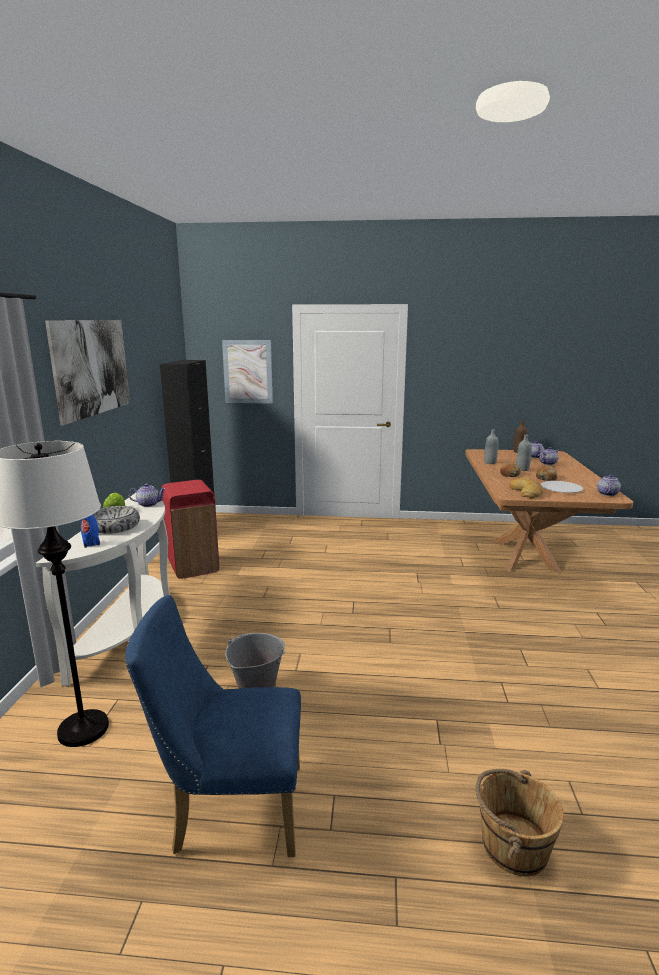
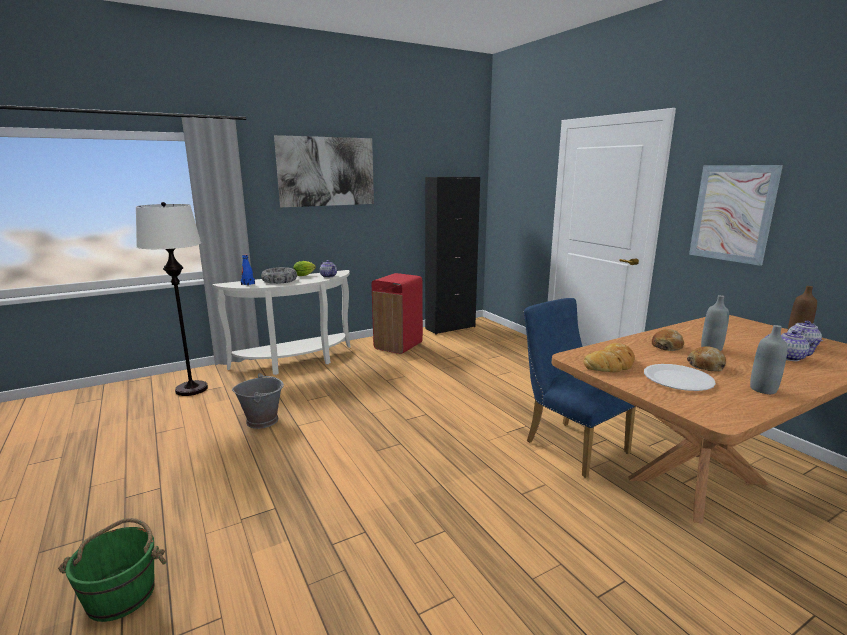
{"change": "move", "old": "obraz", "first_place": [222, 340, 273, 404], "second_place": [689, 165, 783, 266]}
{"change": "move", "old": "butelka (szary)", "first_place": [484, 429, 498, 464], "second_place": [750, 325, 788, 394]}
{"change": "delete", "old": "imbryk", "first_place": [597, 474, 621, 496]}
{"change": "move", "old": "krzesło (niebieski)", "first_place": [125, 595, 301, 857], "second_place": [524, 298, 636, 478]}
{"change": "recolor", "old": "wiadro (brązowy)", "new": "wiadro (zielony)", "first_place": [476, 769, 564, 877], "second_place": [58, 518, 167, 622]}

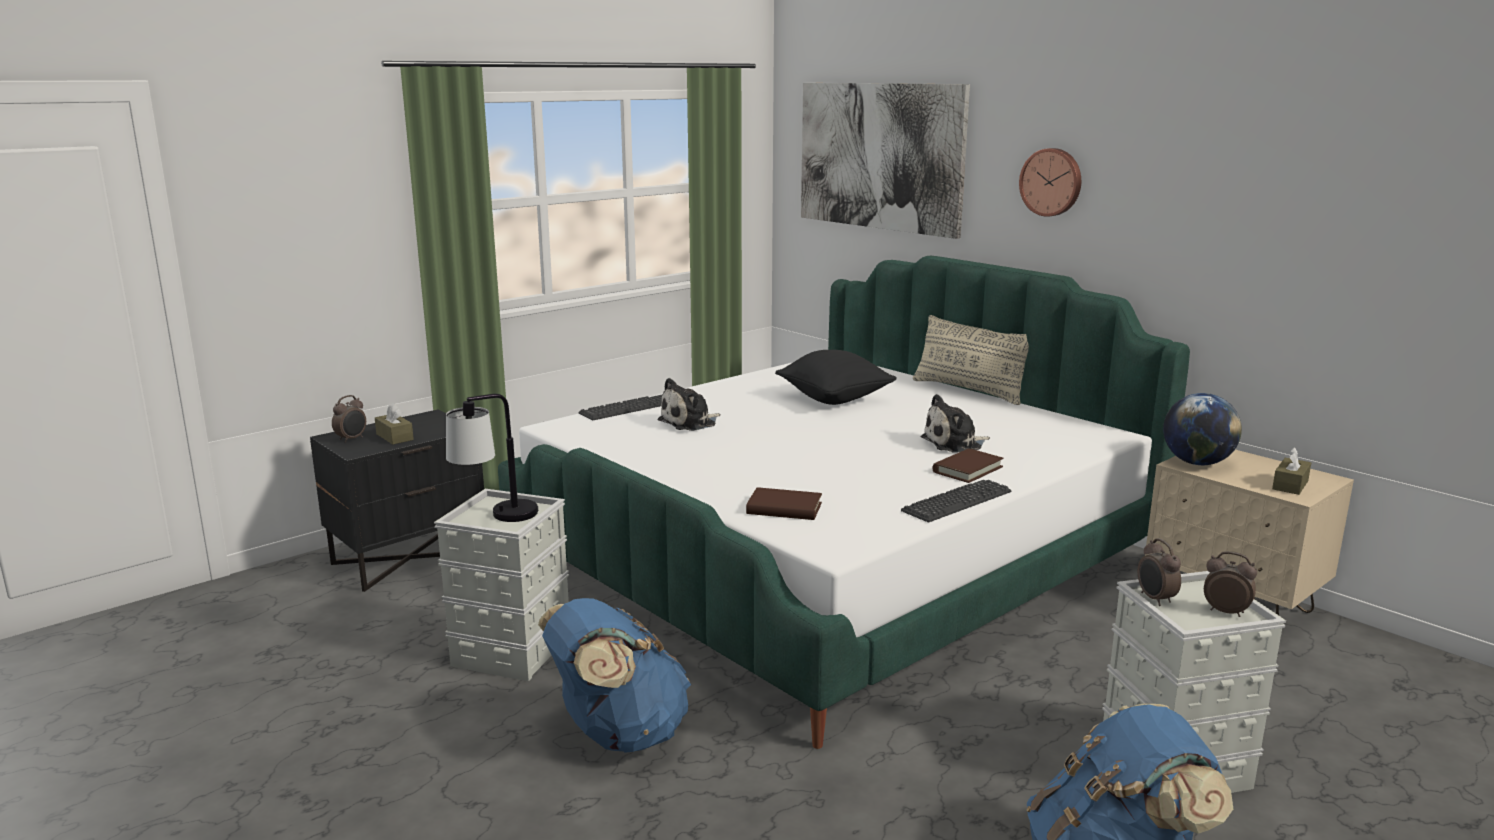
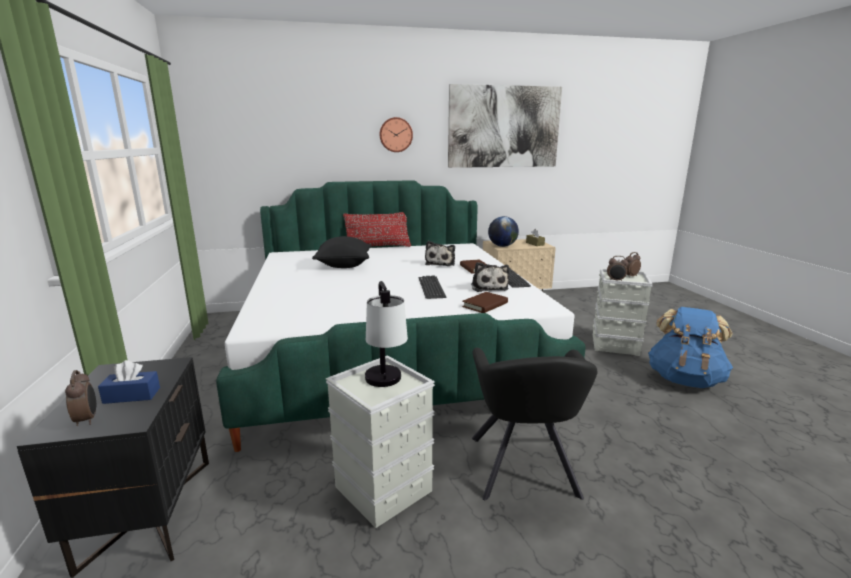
{"change": "move", "old": "obraz", "first_place": [801, 83, 970, 239], "second_place": [448, 84, 562, 168]}
{"change": "recolor", "old": "poduszka (beżowy)", "new": "poduszka (czerwony)", "first_place": [913, 315, 1029, 405], "second_place": [343, 212, 411, 247]}
{"change": "move", "old": "pluszak", "first_place": [658, 378, 721, 431], "second_place": [471, 262, 509, 292]}
{"change": "move", "old": "klawiatura", "first_place": [579, 395, 662, 420], "second_place": [419, 276, 446, 299]}
{"change": "recolor", "old": "pudełko chusteczek (brązowy)", "new": "pudełko chusteczek (niebieski)", "first_place": [375, 403, 414, 445], "second_place": [98, 360, 160, 404]}
{"change": "replace", "old": "plecak (niebieski)", "new": "fotel (czarny)", "first_place": [538, 598, 691, 753], "second_place": [472, 348, 598, 500]}

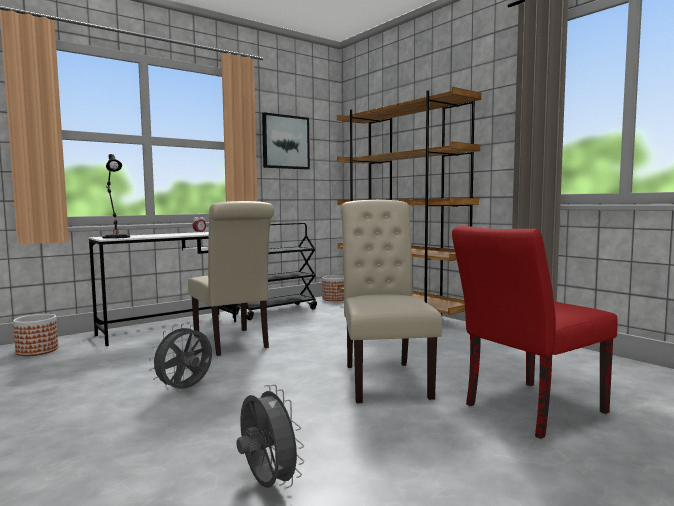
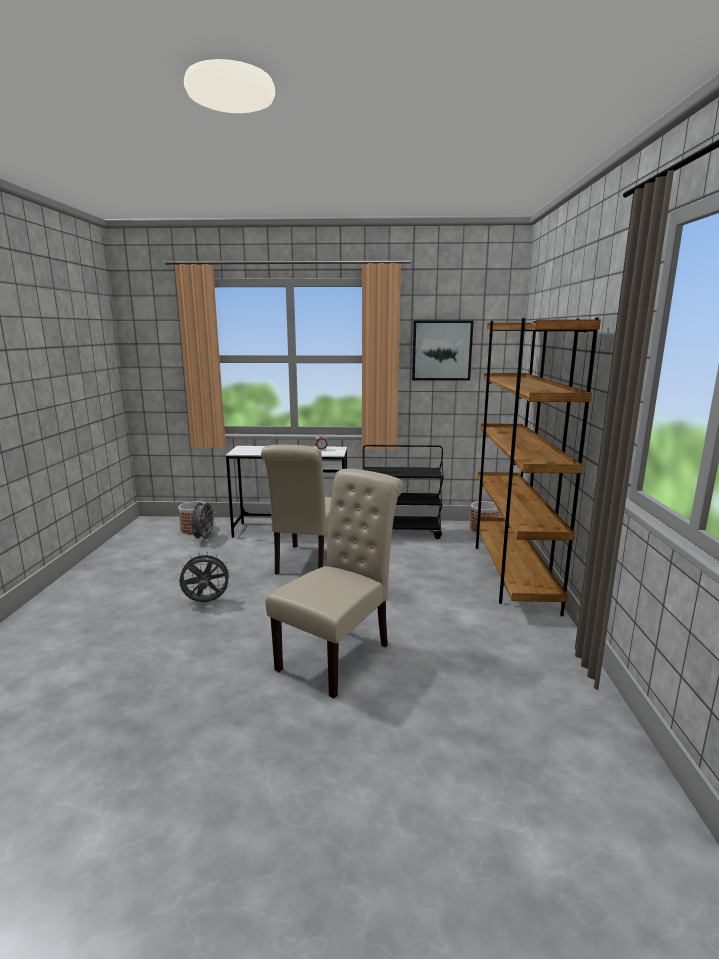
{"change": "delete", "old": "lampa stołowa (czarny)", "first_place": [102, 154, 130, 239]}
{"change": "delete", "old": "krzesło (czerwony)", "first_place": [452, 226, 618, 439]}
{"change": "move", "old": "wentylator (szary)", "first_place": [236, 384, 305, 488], "second_place": [190, 501, 216, 542]}

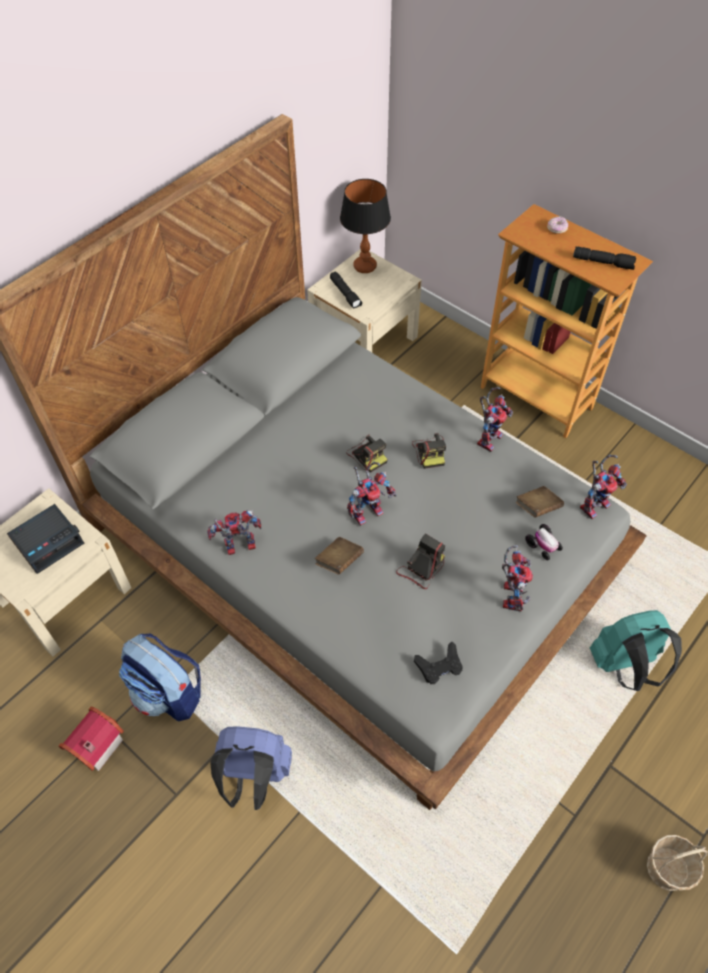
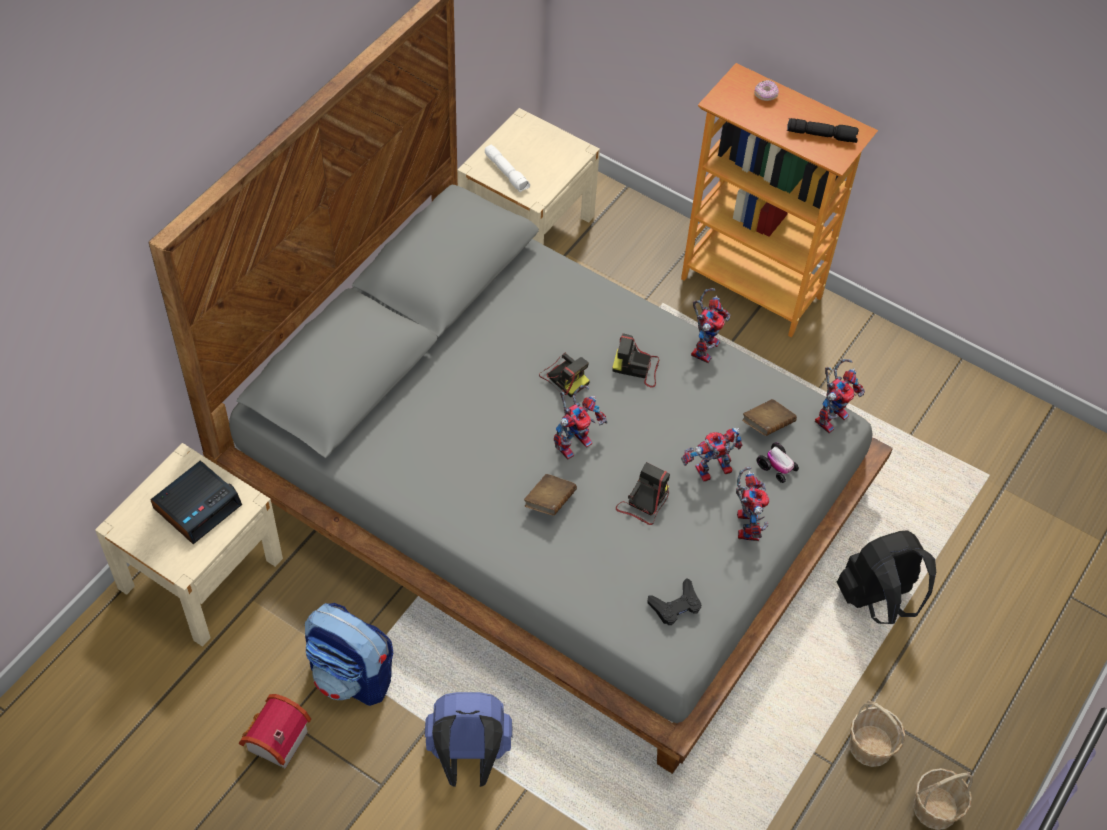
{"change": "delete", "old": "lampa stołowa", "first_place": [340, 179, 391, 273]}
{"change": "recolor", "old": "latarka (czarny)", "new": "latarka (biały)", "first_place": [330, 271, 362, 309], "second_place": [485, 145, 530, 192]}
{"change": "rotate", "old": "aparat fotograficzny", "first_place": [412, 433, 446, 469], "second_place": [612, 333, 659, 388], "degrees": 120}
{"change": "move", "old": "robot zabawkowy", "first_place": [207, 510, 262, 555], "second_place": [681, 428, 742, 482]}
{"change": "recolor", "old": "plecak (turkusowy)", "new": "plecak (czarny)", "first_place": [589, 610, 682, 691], "second_place": [837, 530, 936, 624]}
{"change": "insert", "new": "koszyk", "second_place": [849, 700, 905, 767]}

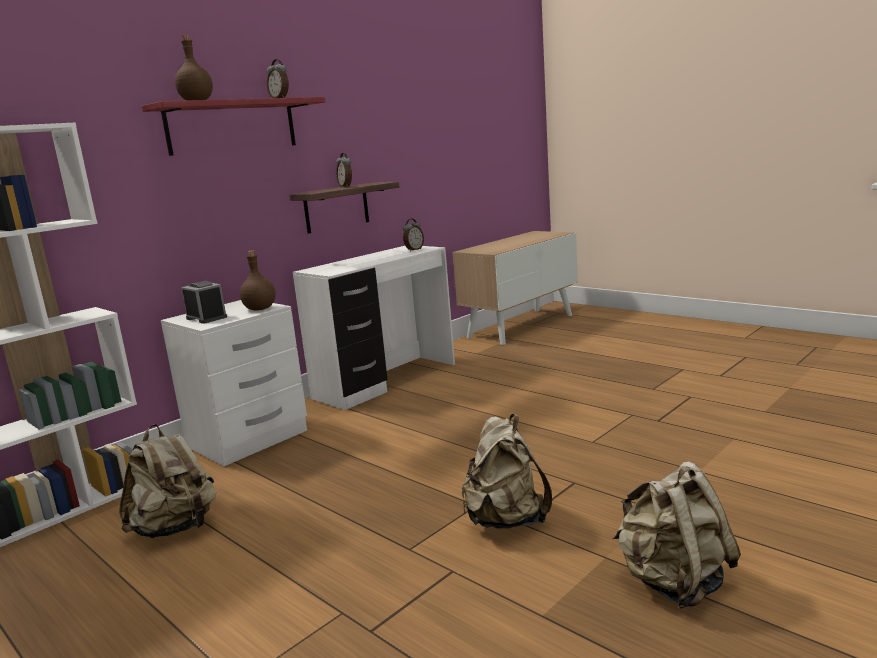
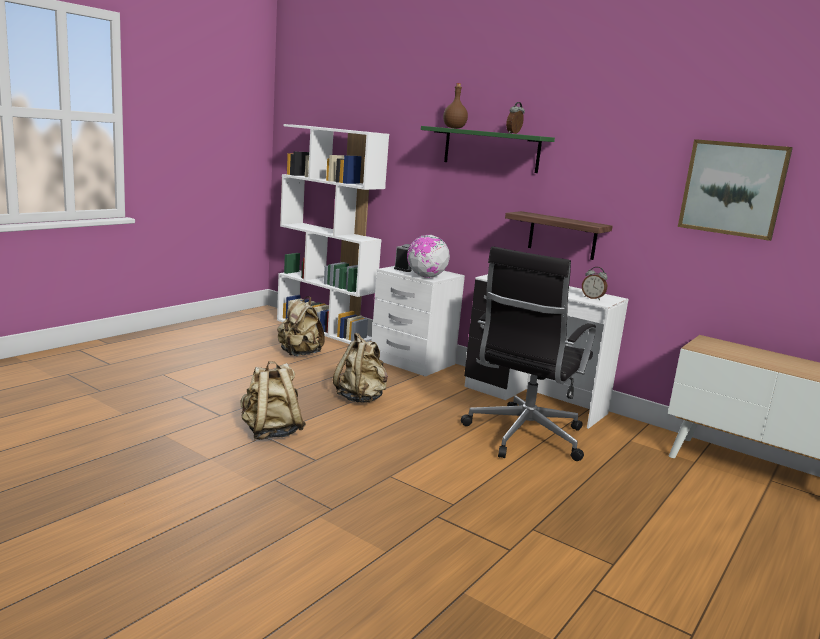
{"change": "recolor", "old": "półka (czerwony)", "new": "półka (zielony)", "first_place": [142, 97, 325, 156], "second_place": [421, 126, 555, 173]}
{"change": "delete", "old": "budzik", "first_place": [336, 153, 352, 187]}
{"change": "replace", "old": "butelka (brązowy)", "new": "globus", "first_place": [240, 250, 276, 310], "second_place": [407, 235, 450, 278]}
{"change": "move", "old": "plecak (beżowy)", "first_place": [613, 461, 741, 608], "second_place": [333, 332, 388, 403]}
{"change": "insert", "new": "obraz", "second_place": [678, 139, 793, 241]}
{"change": "insert", "new": "krzesło biurowe (czarny)", "second_place": [461, 246, 596, 461]}

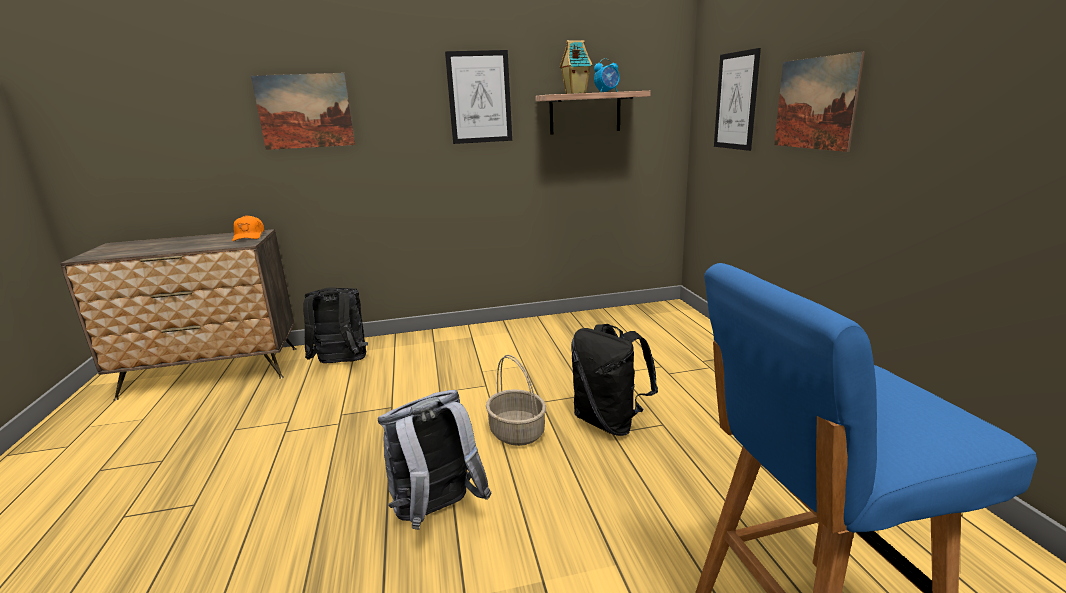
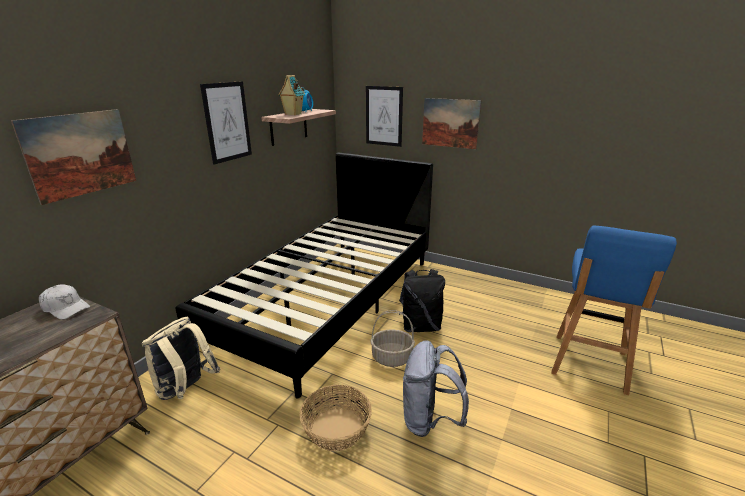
{"change": "recolor", "old": "czapka z daszkiem (pomarańczowy)", "new": "czapka z daszkiem (biały)", "first_place": [232, 215, 264, 241], "second_place": [39, 284, 90, 320]}
{"change": "recolor", "old": "plecak (czarny)", "new": "plecak (beżowy)", "first_place": [303, 287, 368, 363], "second_place": [141, 317, 220, 400]}
{"change": "insert", "new": "łóżko (czarny)", "second_place": [175, 153, 433, 398]}
{"change": "insert", "new": "koszyk", "second_place": [299, 385, 372, 451]}

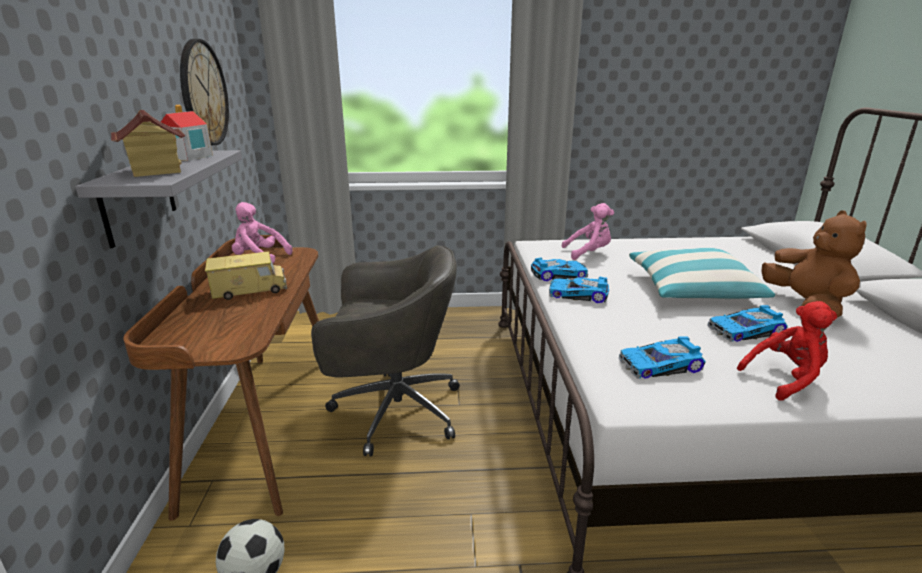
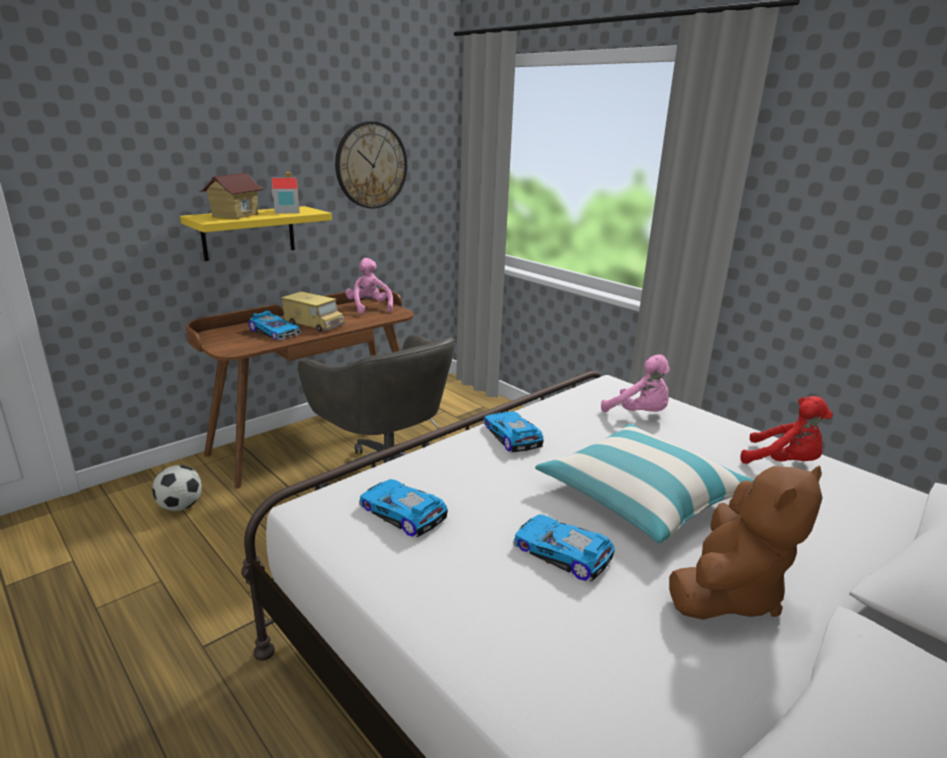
{"change": "recolor", "old": "półka (szary)", "new": "półka (żółty)", "first_place": [75, 150, 242, 248], "second_place": [180, 206, 332, 261]}
{"change": "move", "old": "samochodzik", "first_place": [531, 258, 588, 281], "second_place": [249, 311, 301, 340]}
{"change": "move", "old": "pluszak (czerwony)", "first_place": [737, 301, 837, 401], "second_place": [741, 396, 833, 464]}

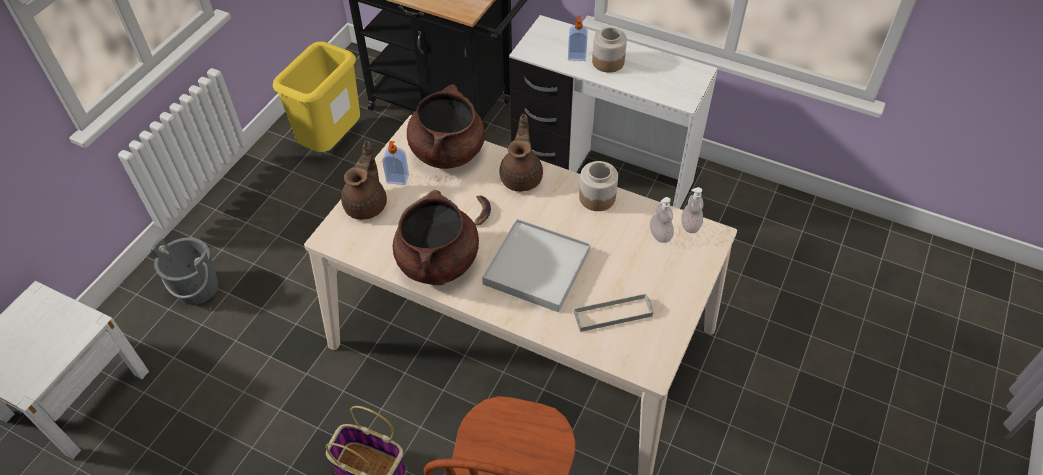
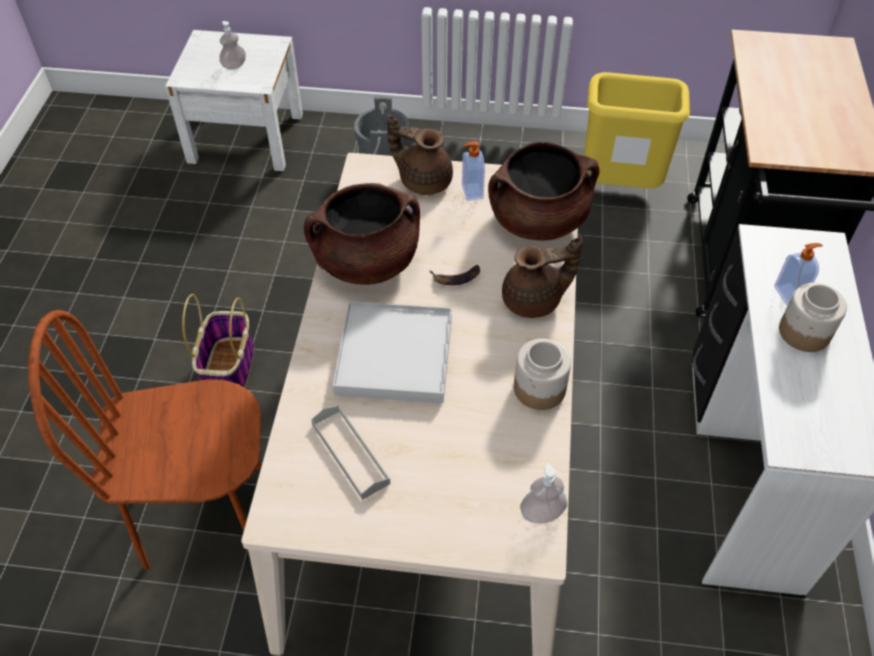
{"change": "rotate", "old": "imbryk (brązowy)", "first_place": [341, 141, 387, 220], "second_place": [387, 114, 453, 195], "degrees": -150}
{"change": "move", "old": "dozownik mydła", "first_place": [650, 197, 674, 243], "second_place": [219, 21, 246, 70]}

